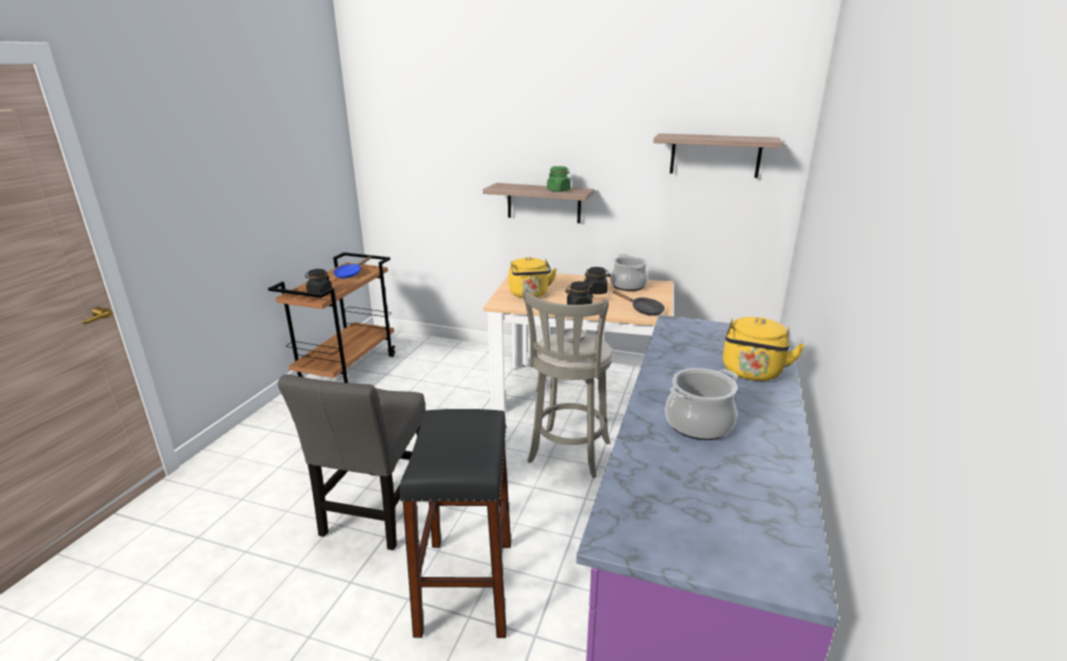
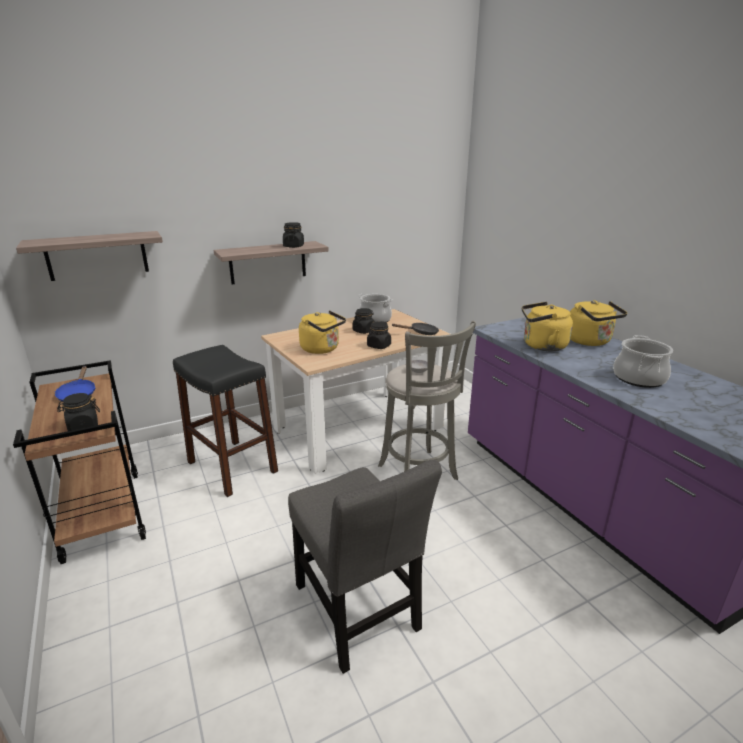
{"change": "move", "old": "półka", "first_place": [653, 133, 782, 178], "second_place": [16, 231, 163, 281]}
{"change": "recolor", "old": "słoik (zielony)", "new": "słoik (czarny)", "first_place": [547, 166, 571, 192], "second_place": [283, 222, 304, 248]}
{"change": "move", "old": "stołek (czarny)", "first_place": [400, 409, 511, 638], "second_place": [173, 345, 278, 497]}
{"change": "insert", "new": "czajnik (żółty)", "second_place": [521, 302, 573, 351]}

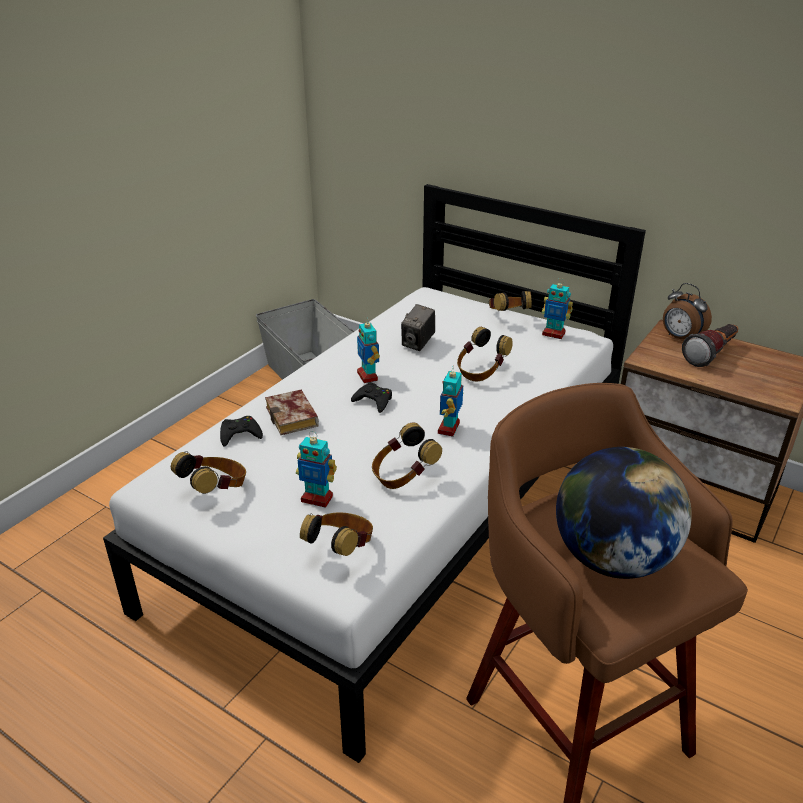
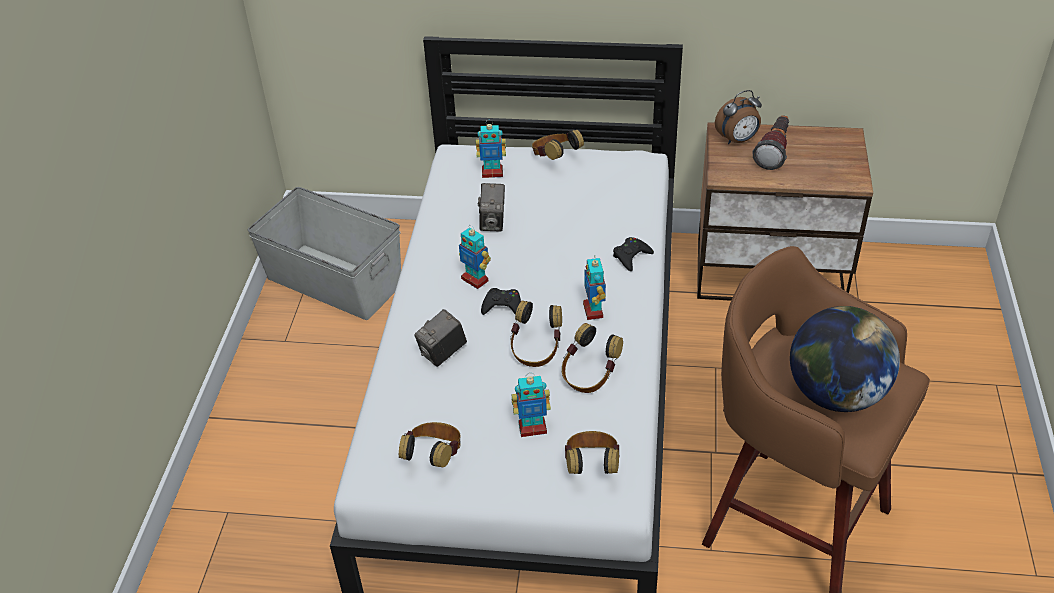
{"change": "move", "old": "robot zabawkowy", "first_place": [542, 278, 573, 339], "second_place": [475, 120, 506, 178]}
{"change": "rotate", "old": "budzik", "first_place": [663, 283, 712, 339], "second_place": [715, 90, 762, 144], "degrees": -45}
{"change": "move", "old": "słuchawki", "first_place": [457, 327, 513, 381], "second_place": [510, 301, 562, 367]}
{"change": "replace", "old": "książka", "new": "aparat fotograficzny", "first_place": [265, 390, 319, 435], "second_place": [414, 309, 467, 367]}
{"change": "move", "old": "pad do gier (czarny)", "first_place": [220, 416, 263, 447], "second_place": [613, 237, 654, 271]}

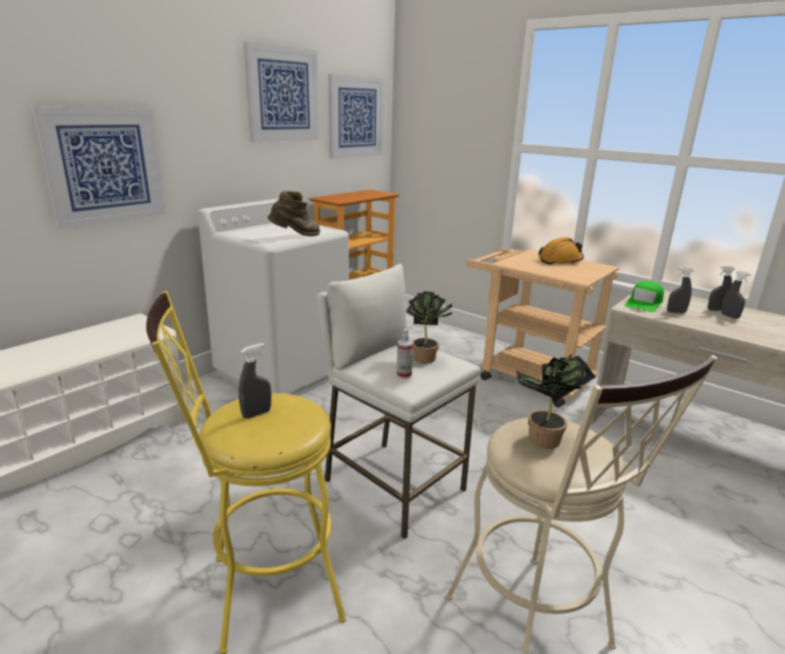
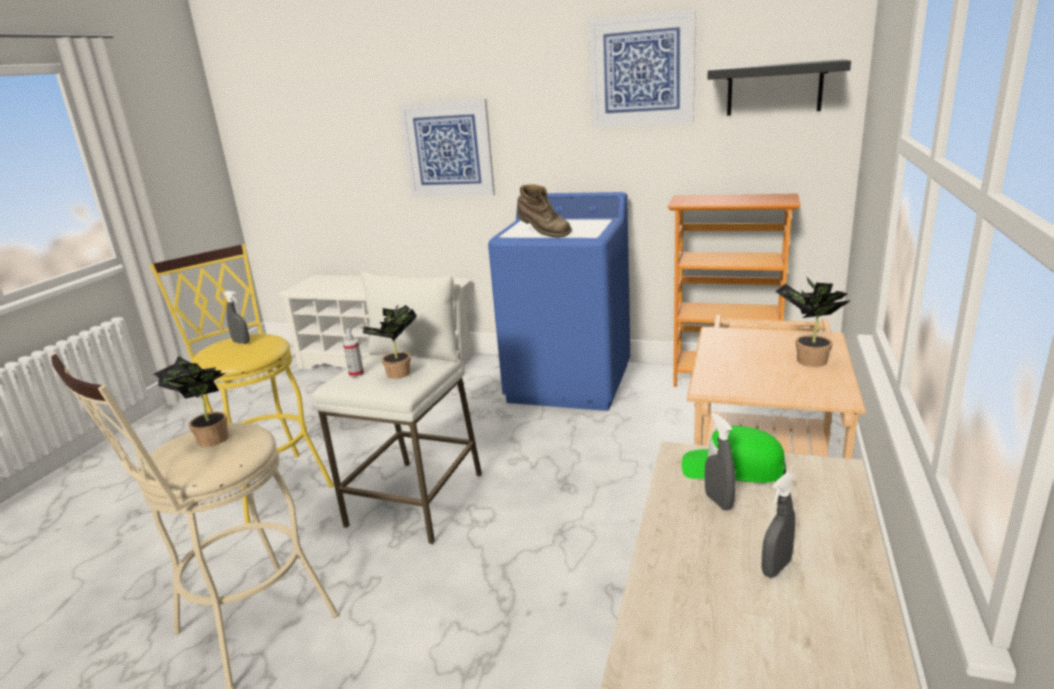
{"change": "replace", "old": "obraz", "new": "półka (czarny)", "first_place": [328, 74, 384, 159], "second_place": [708, 59, 851, 116]}
{"change": "recolor", "old": "pralka (biały)", "new": "pralka (niebieski)", "first_place": [198, 199, 349, 396], "second_place": [488, 192, 630, 411]}
{"change": "replace", "old": "kask (pomarańczowy)", "new": "roślina doniczkowa", "first_place": [538, 237, 584, 265], "second_place": [775, 276, 851, 367]}
{"change": "delete", "old": "spryskiwacz (szary)", "first_place": [708, 266, 735, 311]}

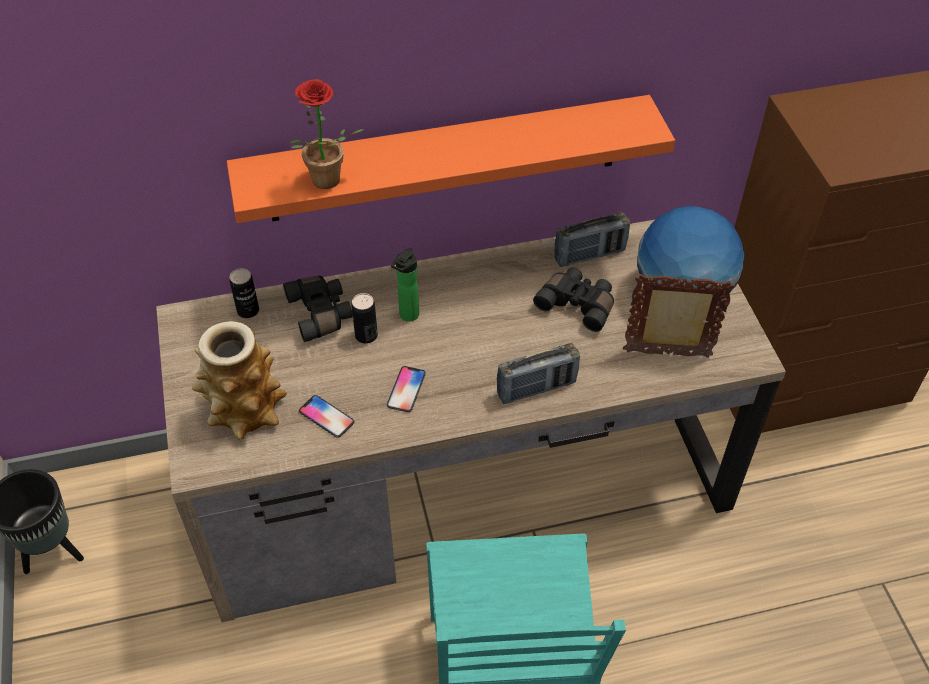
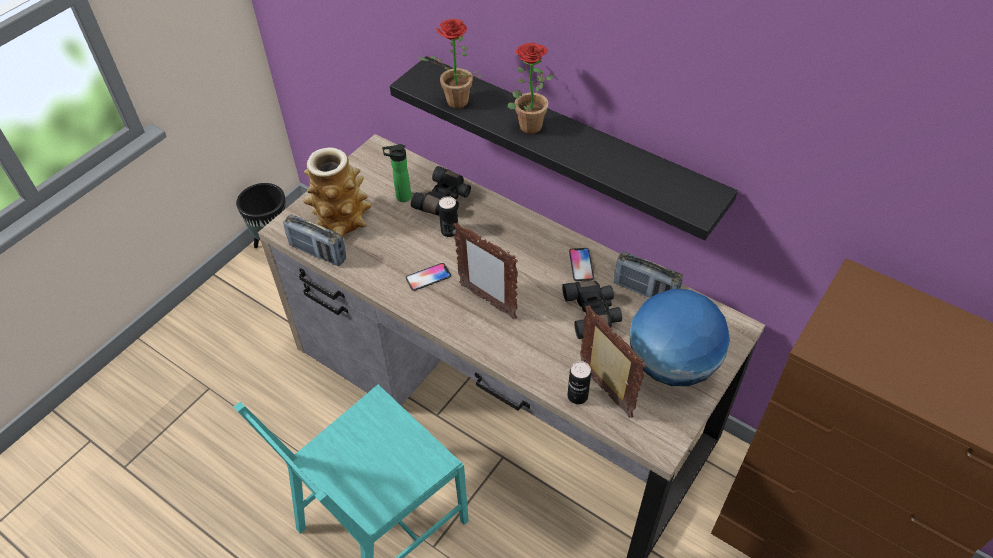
{"change": "recolor", "old": "półka (pomarańczowy)", "new": "półka (czarny)", "first_place": [227, 95, 675, 223], "second_place": [390, 56, 738, 241]}
{"change": "move", "old": "butelka", "first_place": [391, 248, 419, 322], "second_place": [382, 144, 411, 202]}
{"change": "move", "old": "puszka", "first_place": [229, 268, 259, 318], "second_place": [568, 361, 591, 404]}
{"change": "move", "old": "radio", "first_place": [497, 343, 580, 404], "second_place": [283, 214, 346, 266]}
{"change": "move", "old": "telefon", "first_place": [299, 395, 355, 438], "second_place": [569, 248, 594, 281]}
{"change": "insert", "new": "roślina doniczkowa", "second_place": [508, 43, 553, 134]}
{"change": "insert", "new": "ramka na zdjęcie", "second_place": [453, 222, 518, 319]}

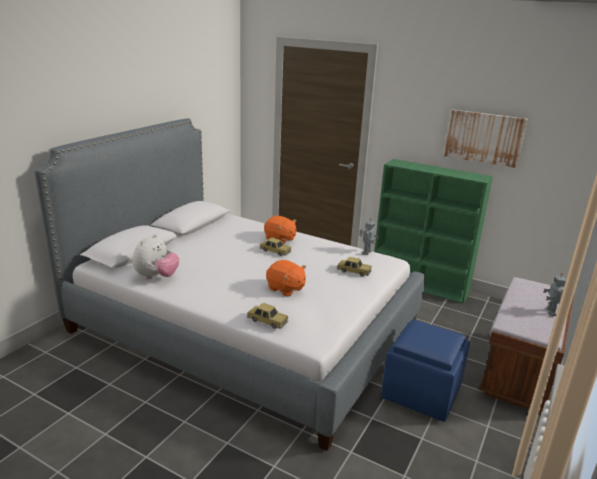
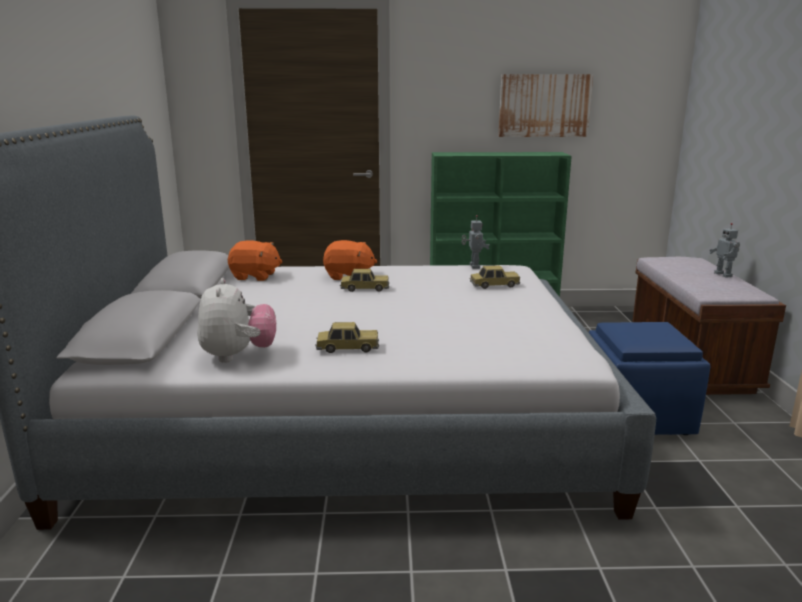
{"change": "move", "old": "pluszak (pomarańczowy)", "first_place": [266, 260, 306, 297], "second_place": [228, 240, 282, 281]}
{"change": "move", "old": "samochodzik", "first_place": [247, 303, 288, 329], "second_place": [315, 322, 379, 353]}

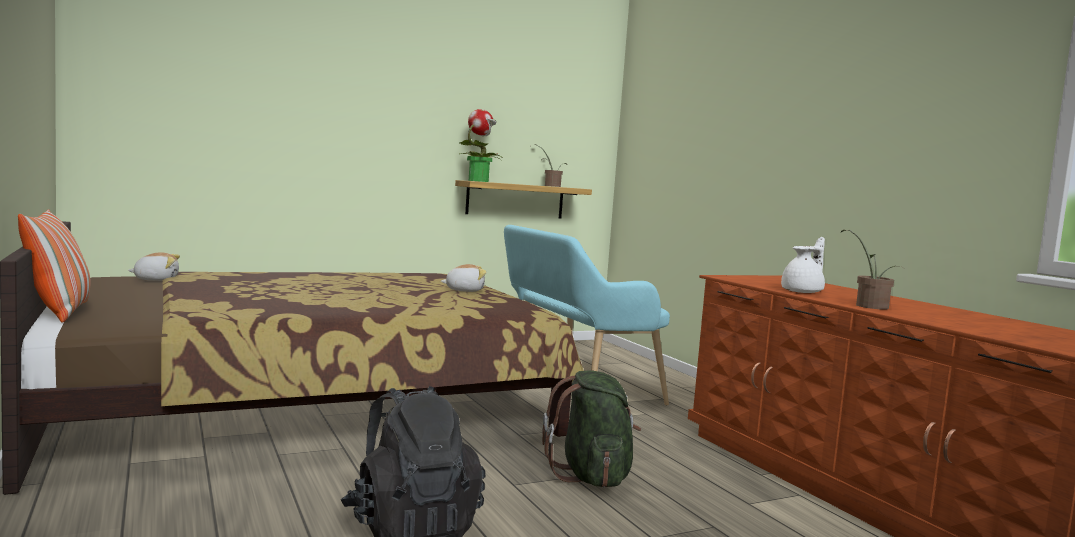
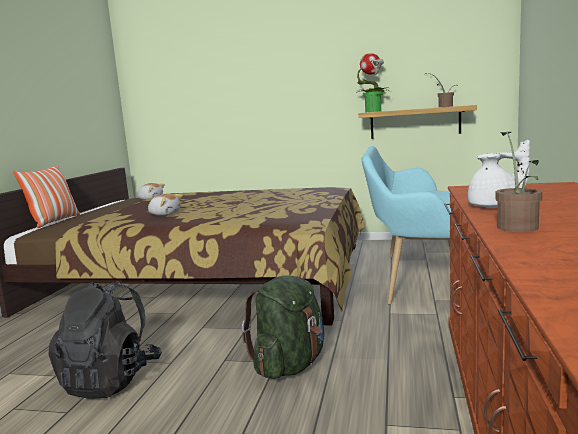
{"change": "move", "old": "pluszak", "first_place": [441, 264, 487, 292], "second_place": [148, 194, 183, 216]}

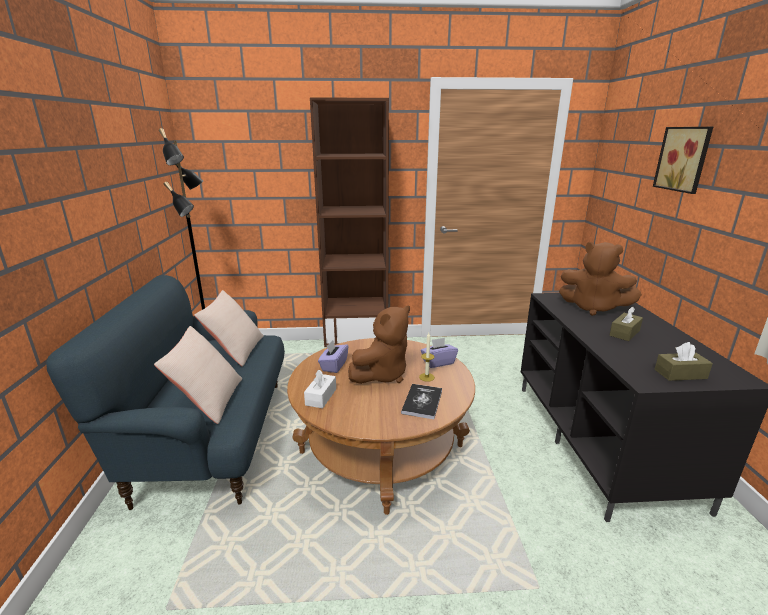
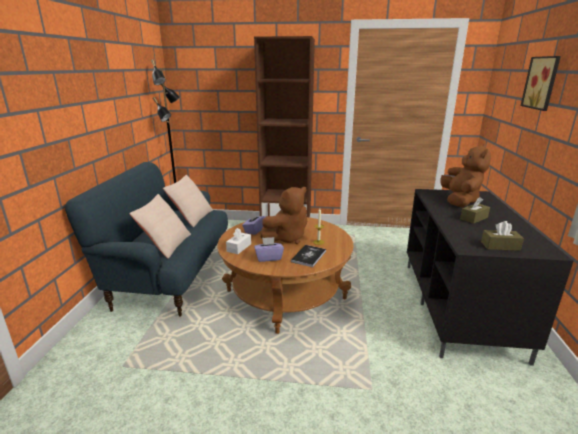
{"change": "rotate", "old": "pluszak (brązowy)", "first_place": [559, 242, 642, 316], "second_place": [440, 144, 491, 207], "degrees": -120}
{"change": "move", "old": "pudełko chusteczek (fioletowy)", "first_place": [421, 338, 458, 368], "second_place": [254, 237, 284, 262]}

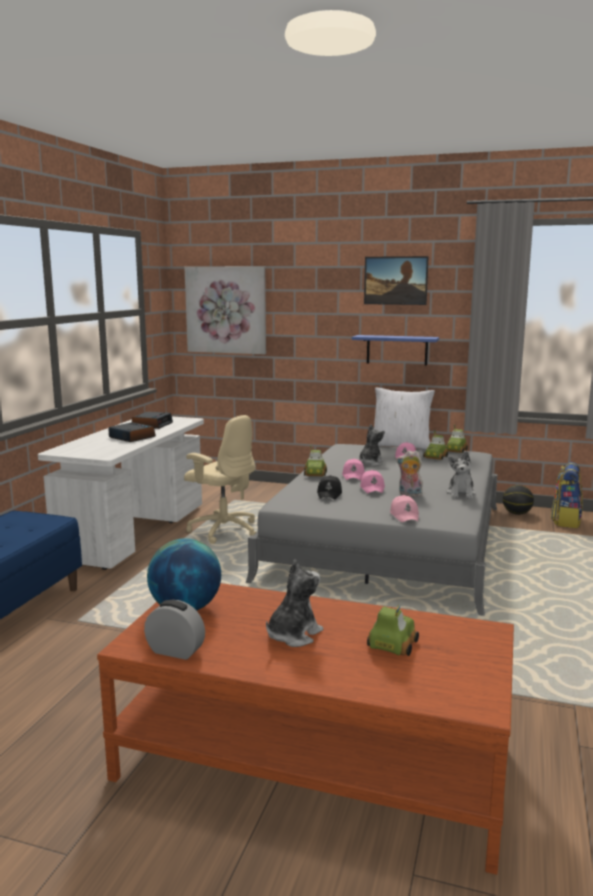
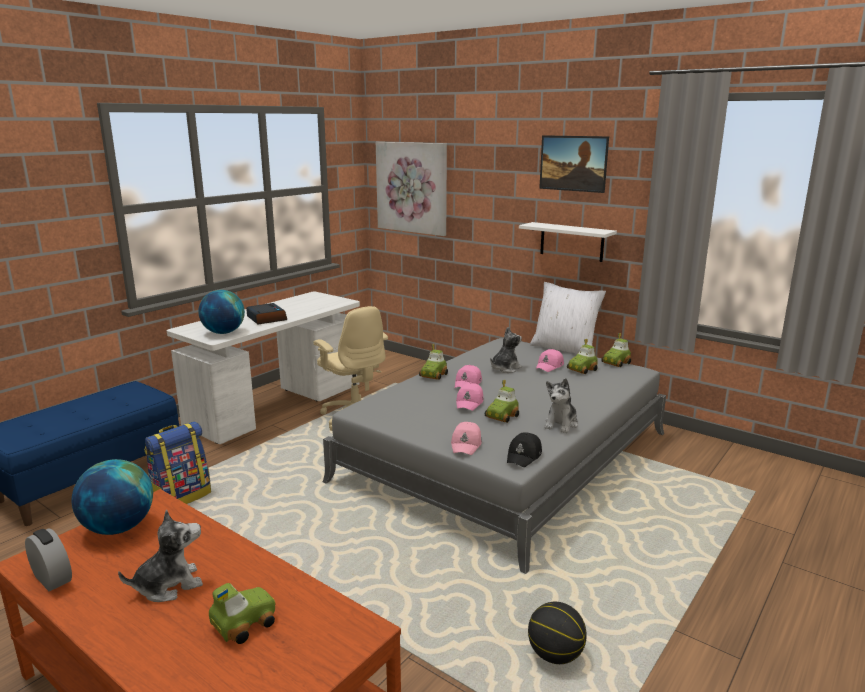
{"change": "recolor", "old": "półka (niebieski)", "new": "półka (biały)", "first_place": [352, 335, 439, 366], "second_place": [519, 222, 617, 262]}
{"change": "delete", "old": "budzik", "first_place": [132, 412, 173, 429]}
{"change": "replace", "old": "pluszak", "new": "samochodzik", "first_place": [397, 450, 424, 497], "second_place": [485, 380, 519, 423]}
{"change": "move", "old": "plecak", "first_place": [551, 462, 583, 528], "second_place": [144, 421, 211, 504]}
{"change": "move", "old": "czapka z daszkiem (czarny)", "first_place": [317, 475, 342, 500], "second_place": [507, 432, 542, 467]}
{"change": "move", "old": "piłka do koszykówki", "first_place": [503, 485, 534, 515], "second_place": [528, 602, 587, 664]}
{"change": "insert", "new": "globus", "second_place": [198, 290, 245, 334]}

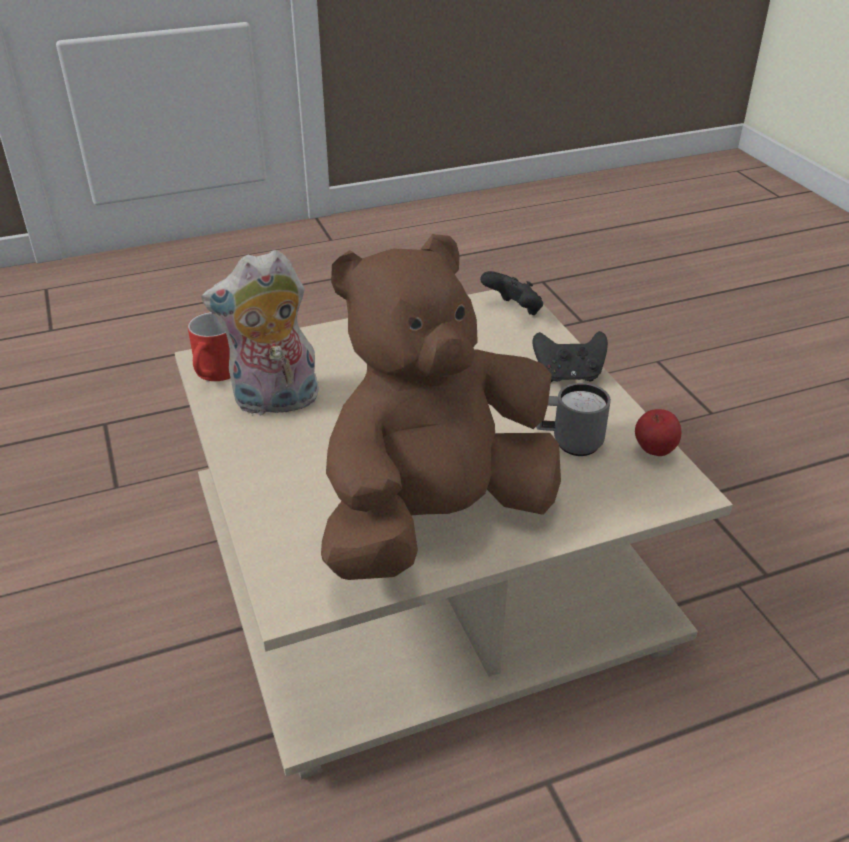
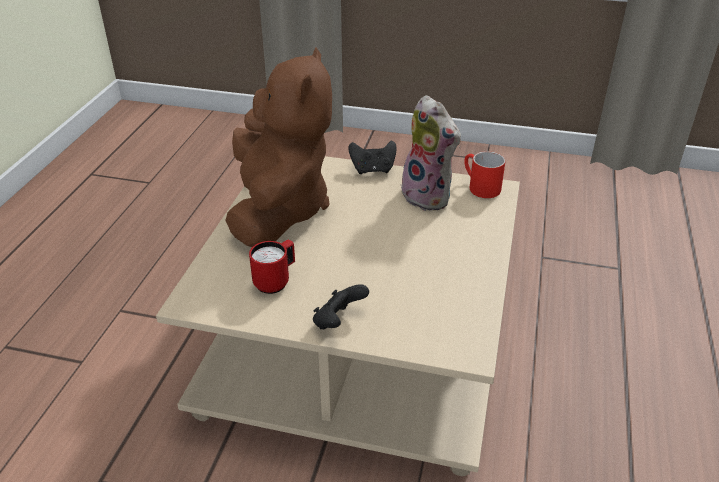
{"change": "rotate", "old": "pluszak", "first_place": [201, 250, 319, 416], "second_place": [401, 95, 461, 211], "degrees": 120}
{"change": "move", "old": "pad do gier (czarny)", "first_place": [480, 271, 543, 315], "second_place": [348, 141, 397, 174]}
{"change": "recolor", "old": "kubek (szary)", "new": "kubek (czerwony)", "first_place": [536, 383, 611, 456], "second_place": [249, 240, 295, 294]}
{"change": "delete", "old": "jabłko", "first_place": [635, 409, 681, 456]}

